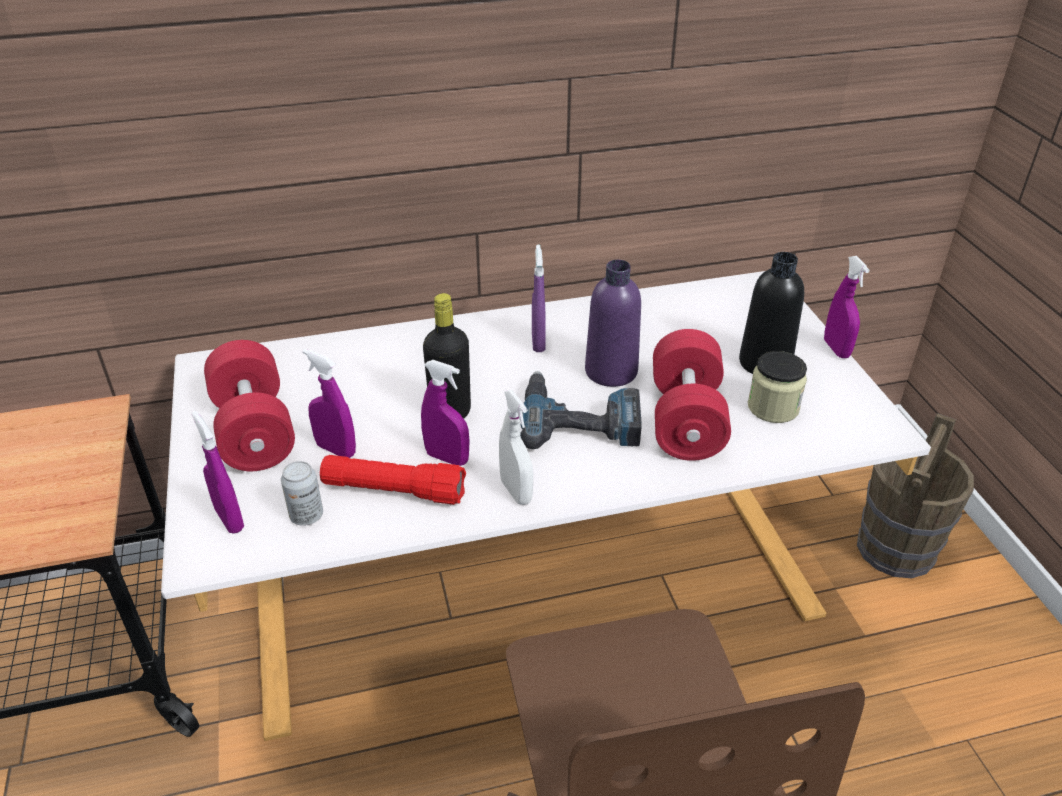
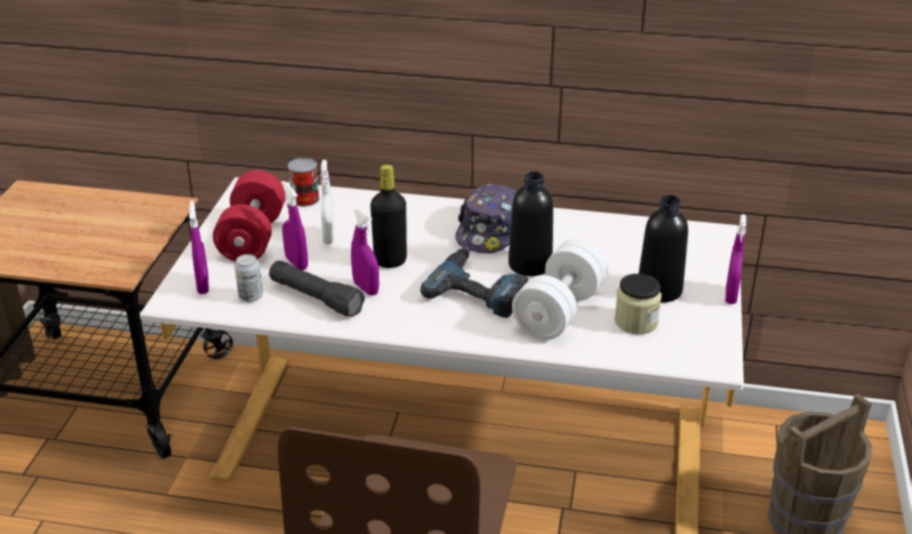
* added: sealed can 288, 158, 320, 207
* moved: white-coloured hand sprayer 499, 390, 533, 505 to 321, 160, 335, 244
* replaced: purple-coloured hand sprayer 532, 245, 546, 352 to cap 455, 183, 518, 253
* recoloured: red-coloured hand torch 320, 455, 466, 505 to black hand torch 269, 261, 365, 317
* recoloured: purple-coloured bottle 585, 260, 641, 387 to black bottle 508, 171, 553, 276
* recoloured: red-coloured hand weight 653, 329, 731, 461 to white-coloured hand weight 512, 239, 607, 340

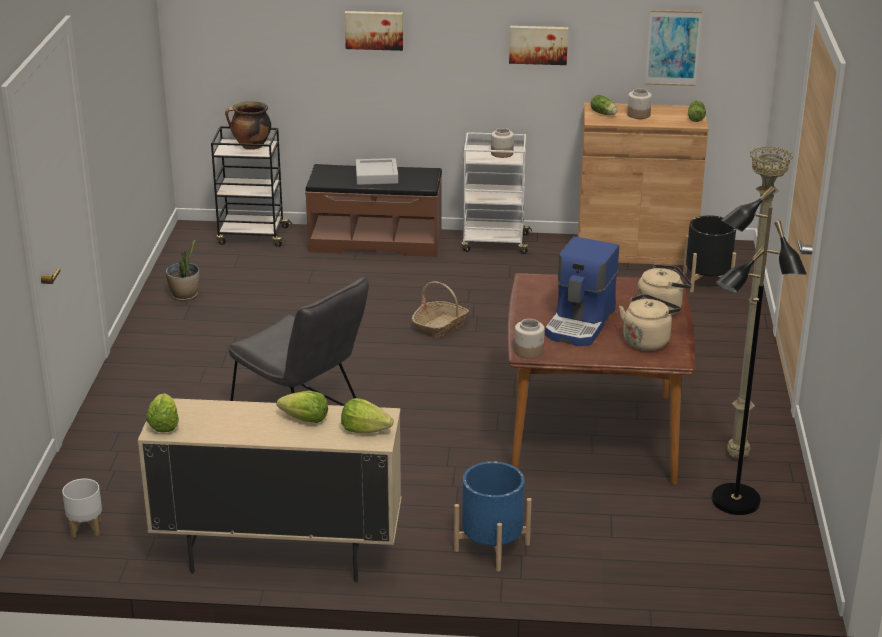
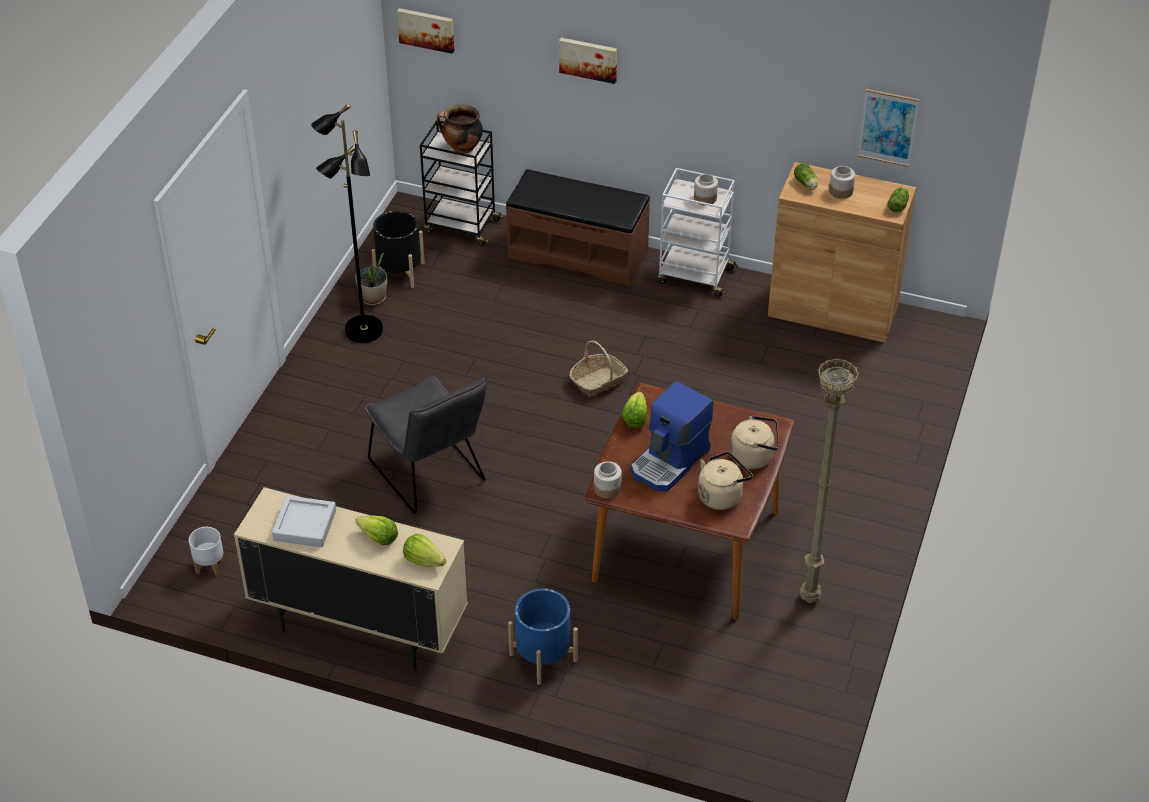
* moved: lettuce head 146, 393, 179, 433 to 622, 392, 648, 428
* moved: gray carrying tray 355, 158, 398, 185 to 272, 496, 336, 547
* moved: wall picture 509, 26, 568, 65 to 397, 8, 454, 54
* moved: black flower pot 683, 215, 736, 292 to 372, 211, 425, 288
* moved: black standing lamp 712, 186, 807, 515 to 311, 104, 383, 343

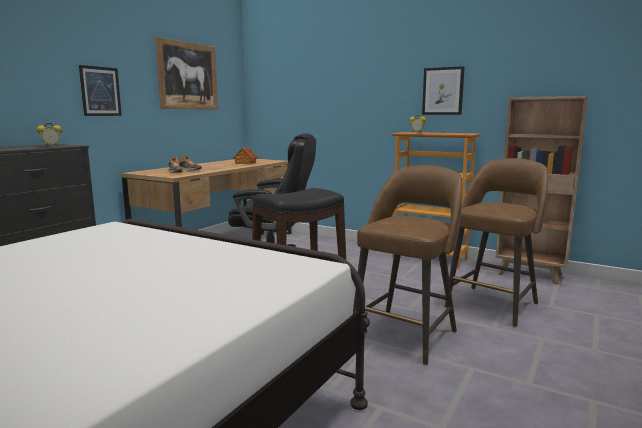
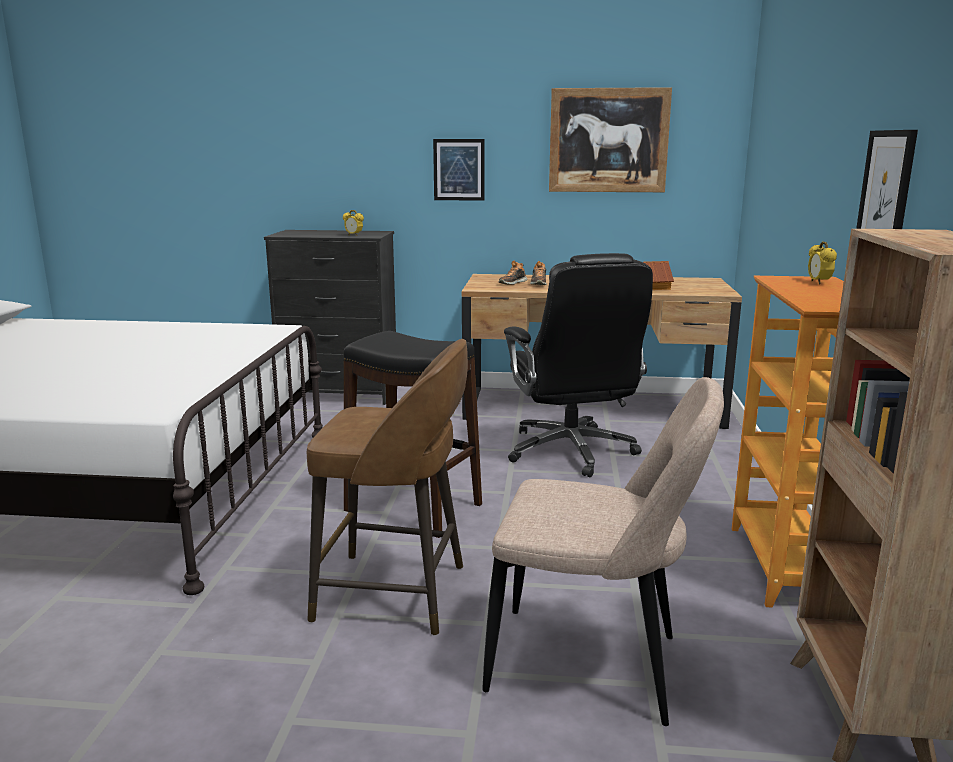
* replaced: brownish sitting stool 445, 158, 548, 327 to beige chair 482, 377, 724, 726

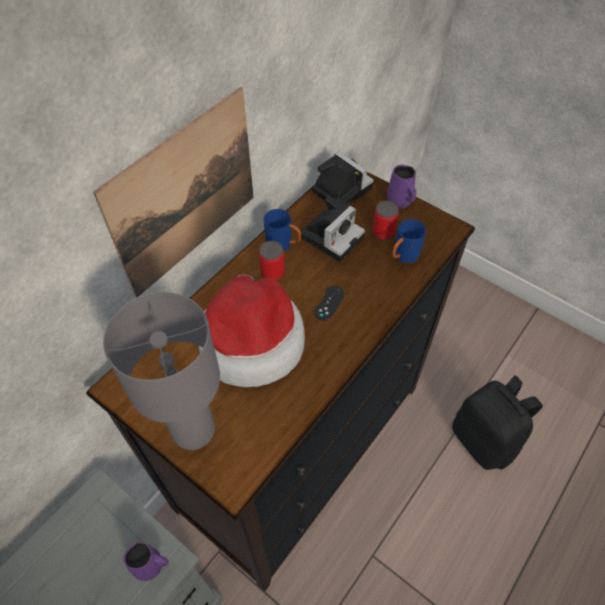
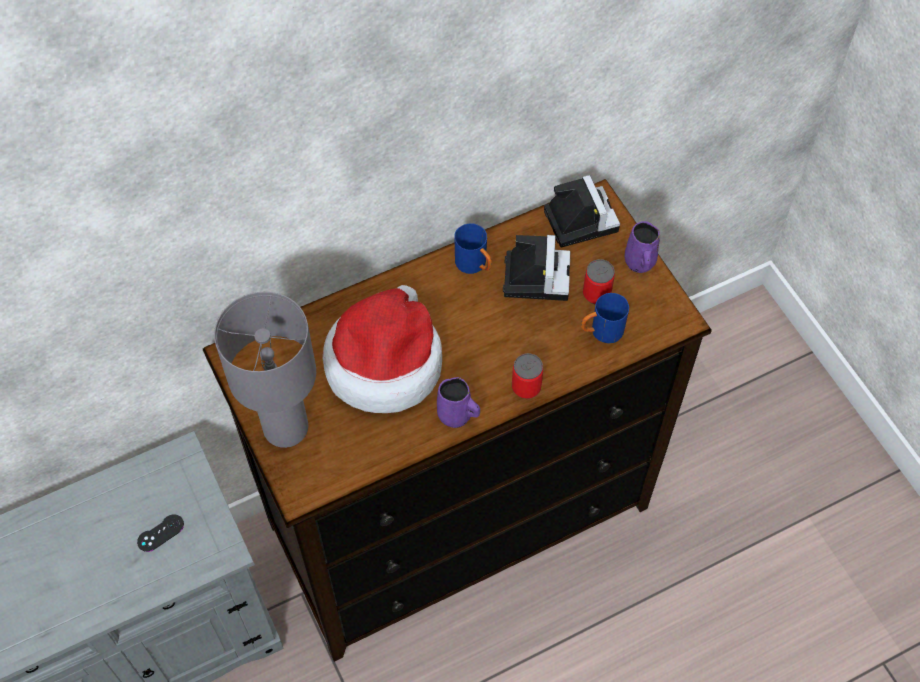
* removed: wall picture 93, 87, 254, 297
* removed: black backpack 452, 376, 543, 470
* moved: purple-coloured mug 124, 542, 169, 581 to 437, 377, 480, 428
* moved: sealed can 259, 241, 285, 281 to 512, 353, 543, 399
* moved: black game controller 314, 286, 344, 321 to 137, 514, 184, 552
* turned: photo camera 301, 196, 365, 262 = 503, 235, 570, 301 60 degrees counterclockwise

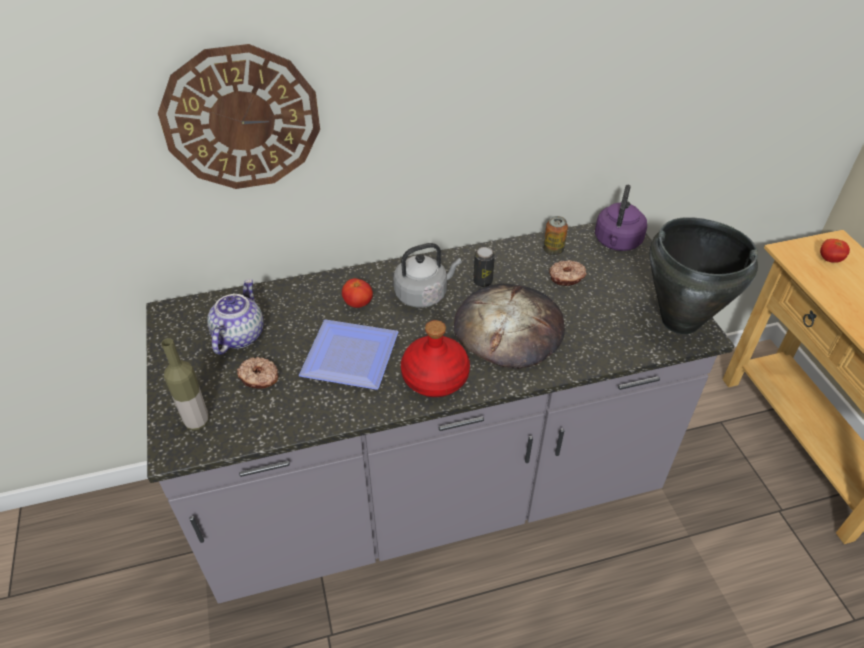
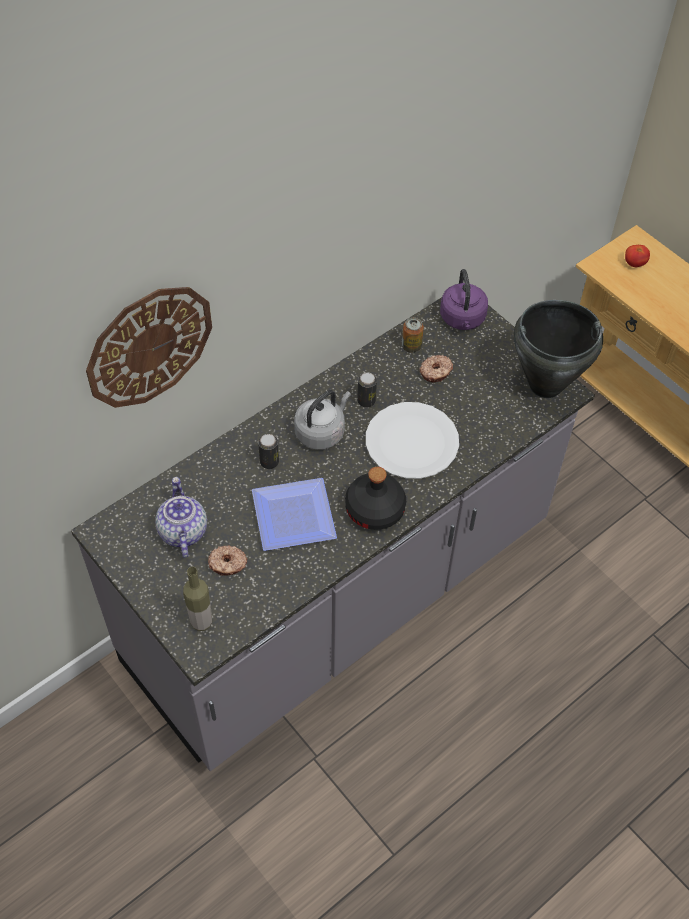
* replaced: whole tomato 342, 278, 373, 308 to sealed can 258, 434, 279, 469
* replaced: baked bread 454, 284, 565, 369 to white-coloured plate 366, 402, 459, 479
* recoloured: red-coloured bottle 401, 320, 470, 397 to black bottle 345, 467, 406, 530

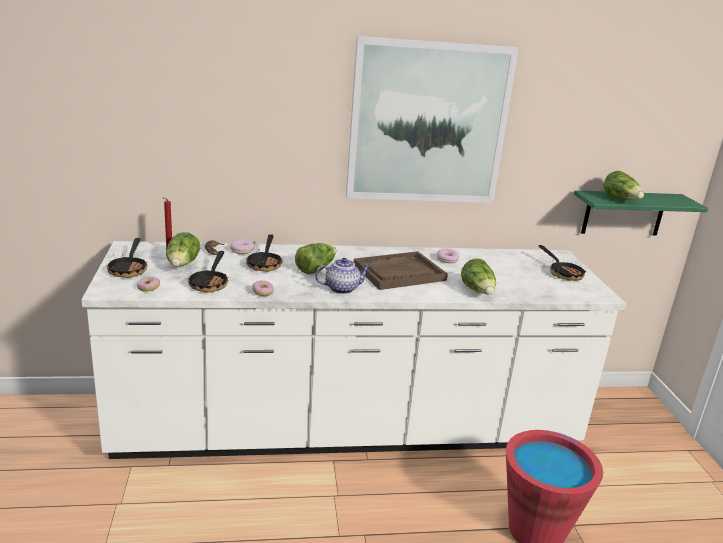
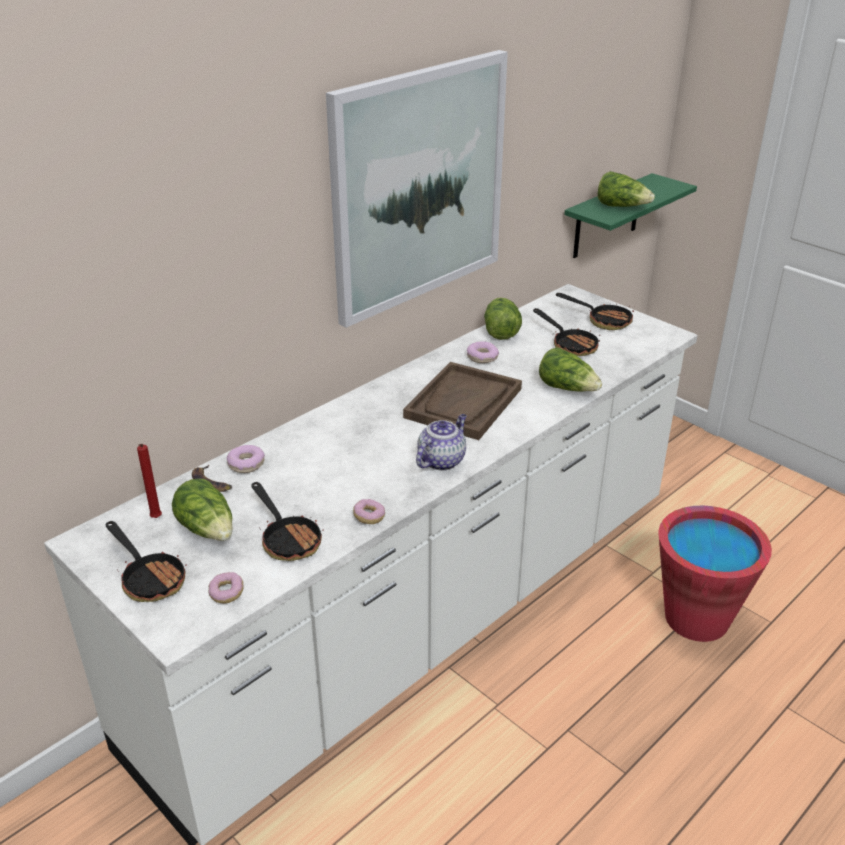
* moved: skillet 246, 234, 283, 272 to 533, 308, 600, 356
* moved: lettuce head 295, 243, 336, 274 to 484, 297, 522, 340

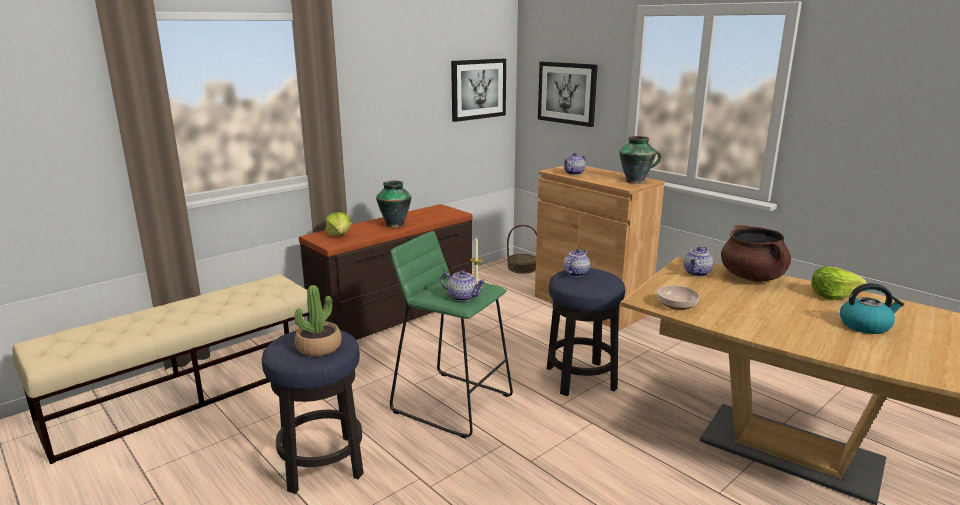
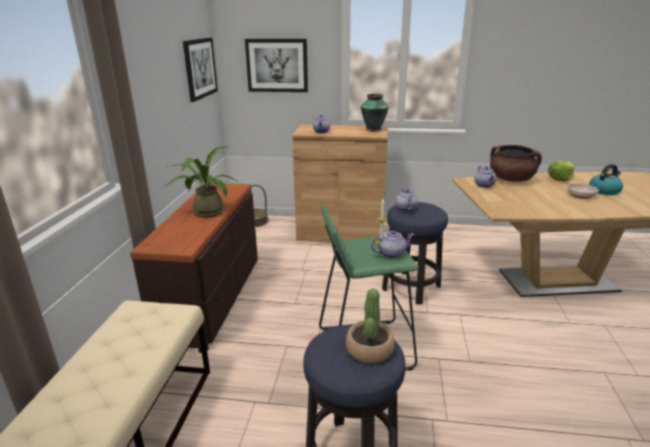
* removed: lettuce head 325, 212, 351, 236
* moved: deep dish 657, 286, 700, 310 to 567, 183, 599, 199
* replaced: decorative vase 376, 181, 412, 228 to plant in a pot 166, 147, 243, 218

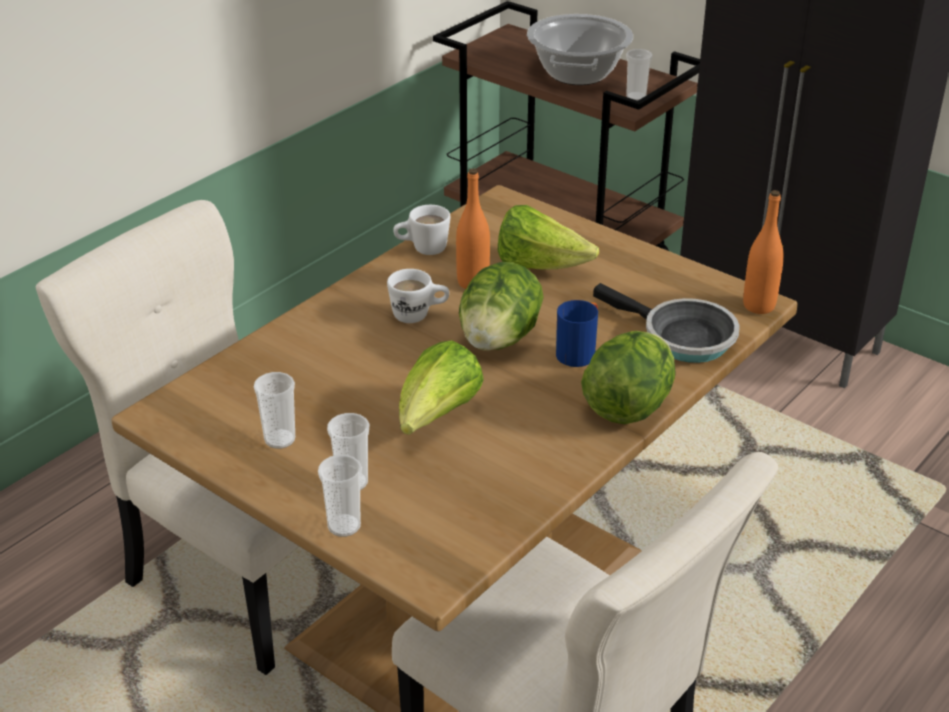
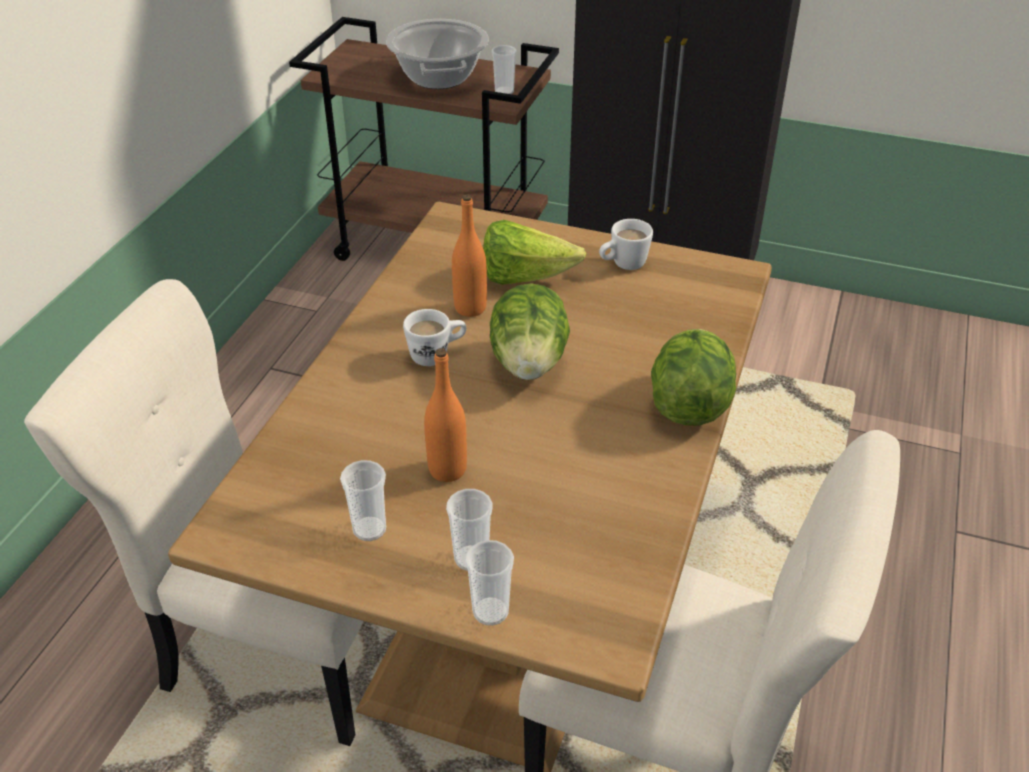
* removed: lettuce head 399, 340, 484, 435
* removed: blue mug 556, 300, 598, 367
* removed: skillet 593, 283, 740, 363
* moved: white-coloured mug 393, 205, 450, 255 to 599, 219, 653, 270
* moved: orangey bottle 743, 190, 784, 314 to 424, 348, 467, 482

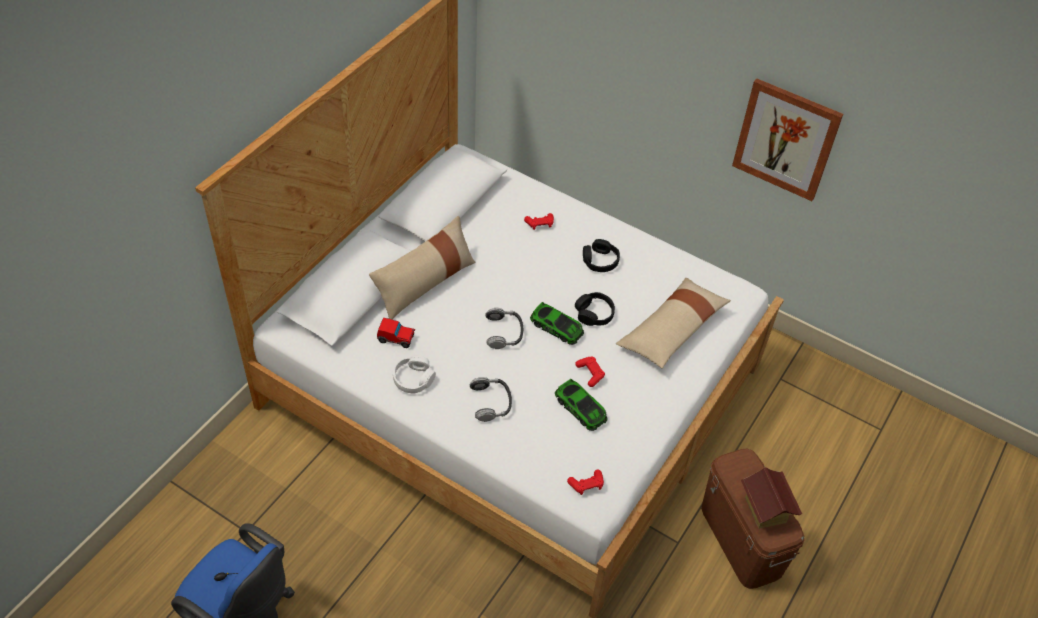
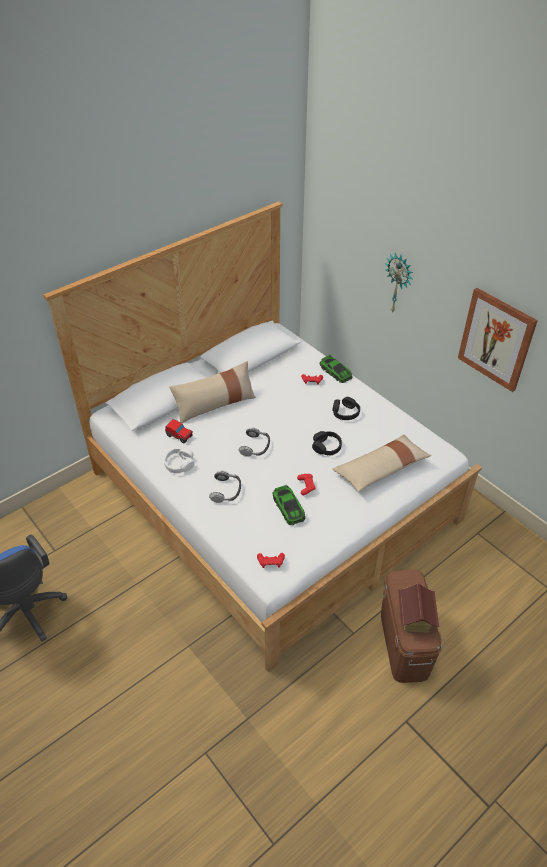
* added: wall clock 385, 253, 413, 313
* moved: miniature car 530, 302, 584, 345 to 319, 355, 352, 383

